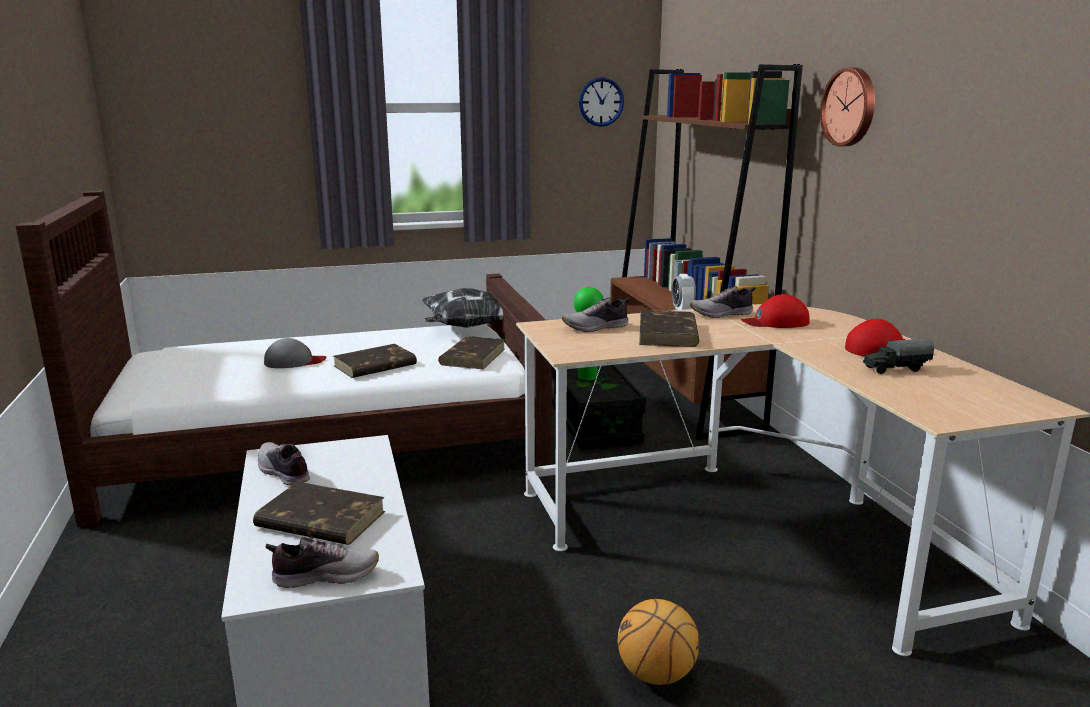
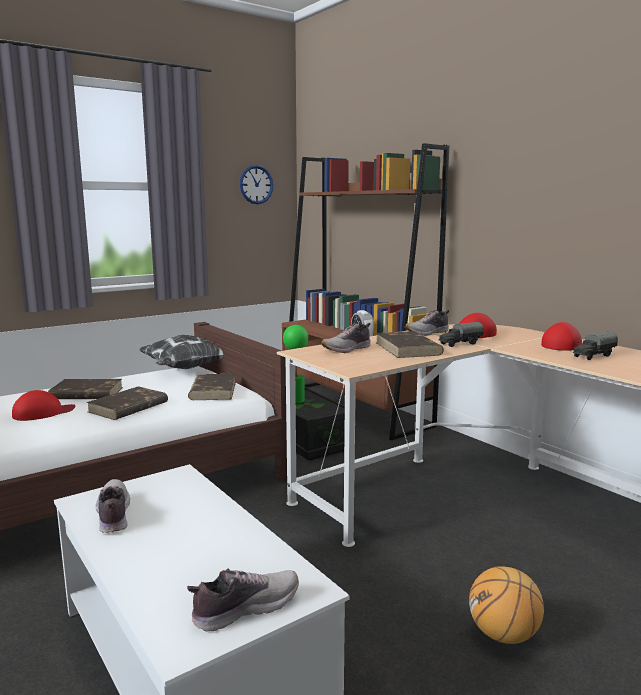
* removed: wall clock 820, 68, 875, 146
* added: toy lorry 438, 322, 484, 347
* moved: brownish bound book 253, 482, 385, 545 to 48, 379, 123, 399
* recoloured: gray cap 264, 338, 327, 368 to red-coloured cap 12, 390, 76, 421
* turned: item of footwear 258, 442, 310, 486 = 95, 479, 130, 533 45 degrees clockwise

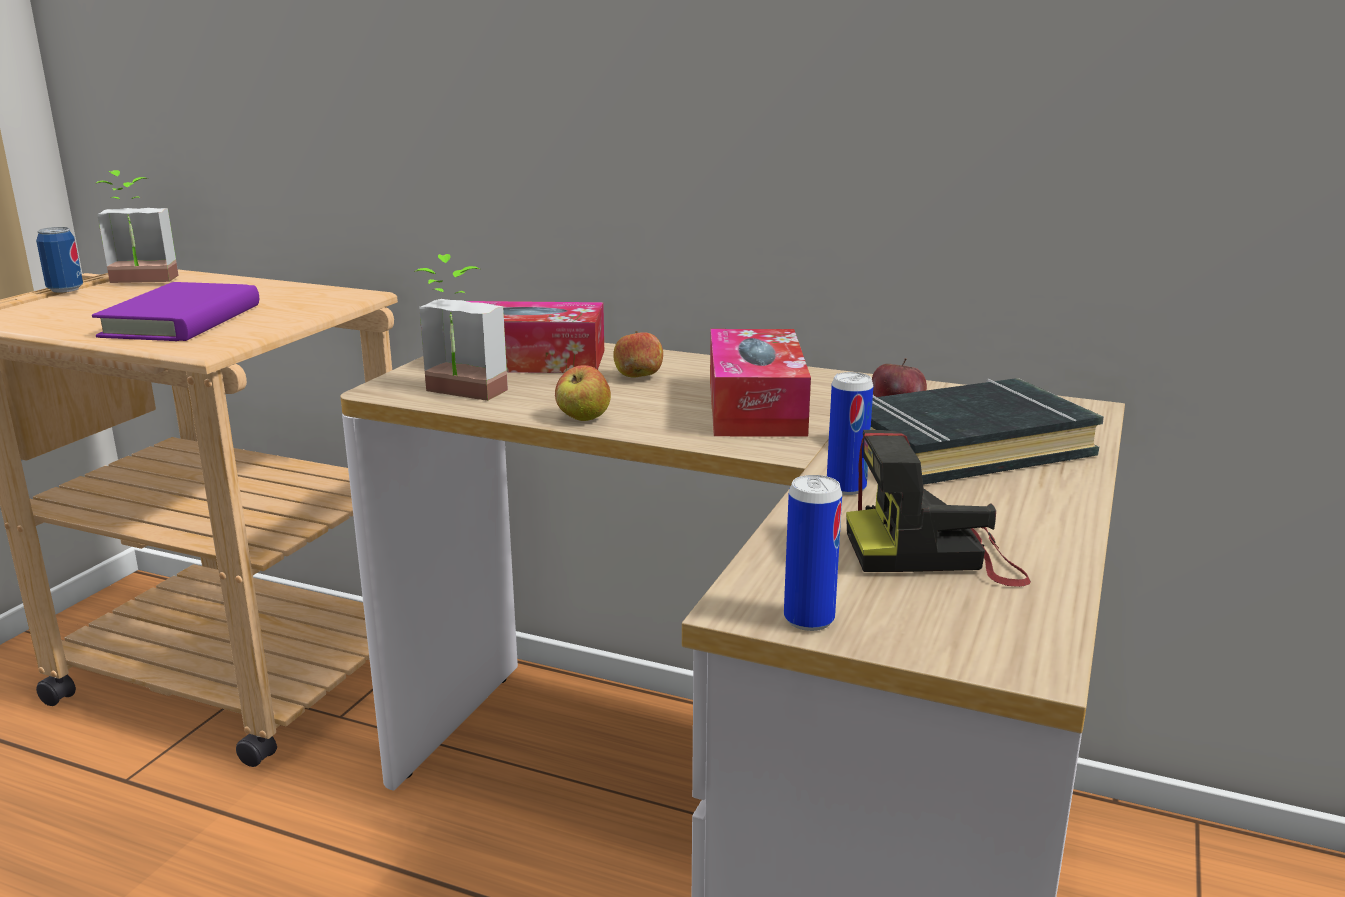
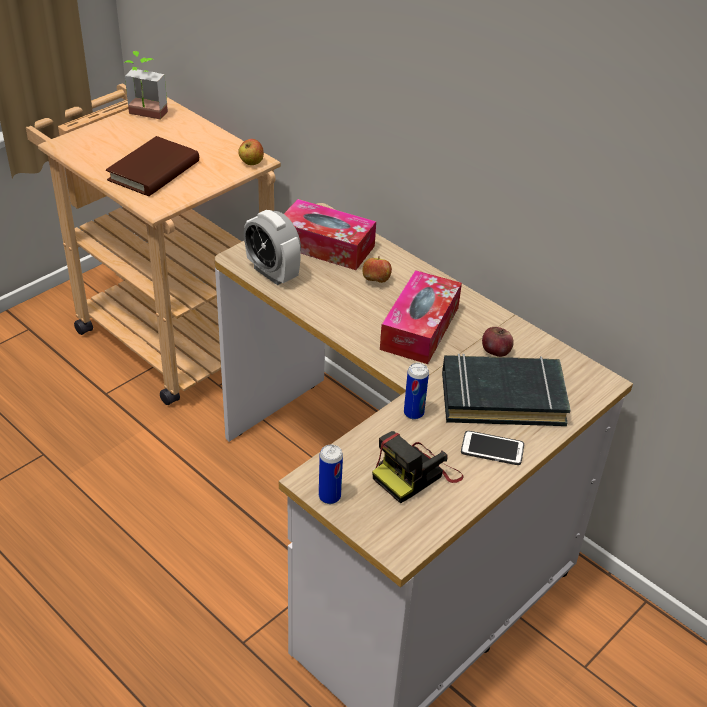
* removed: sealed can 36, 227, 83, 293
* added: telephone 461, 431, 524, 465
* moved: whole apple 555, 365, 611, 421 to 238, 139, 264, 165
* replaced: plant in a pot 414, 254, 508, 401 to table clock 244, 210, 301, 285
* recoloured: purple-coloured bound book 92, 282, 259, 341 to brownish bound book 106, 136, 199, 196
* turned: photo camera 846, 430, 1031, 587 = 372, 431, 463, 504 60 degrees counterclockwise

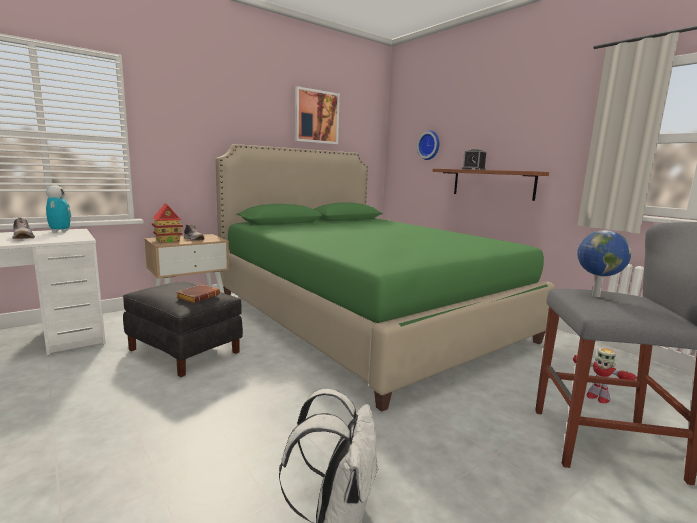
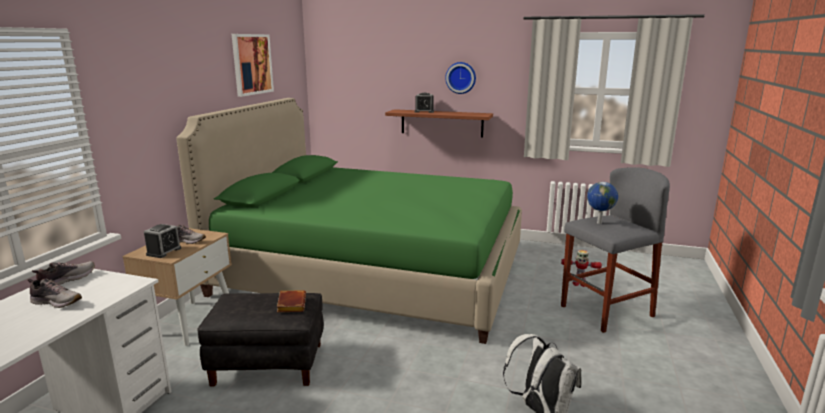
* moved: wall clock 417, 130, 439, 160 to 445, 62, 476, 94
* replaced: model robot 46, 185, 71, 233 to item of footwear 32, 261, 95, 285
* replaced: miniature house 152, 204, 183, 243 to table clock 144, 224, 181, 258

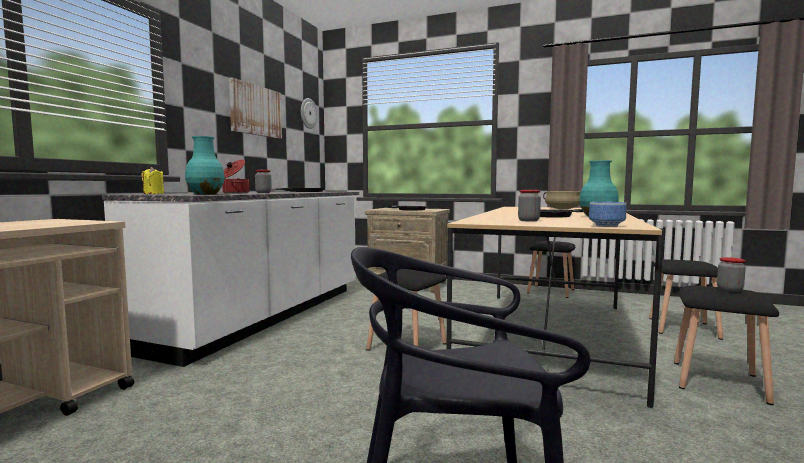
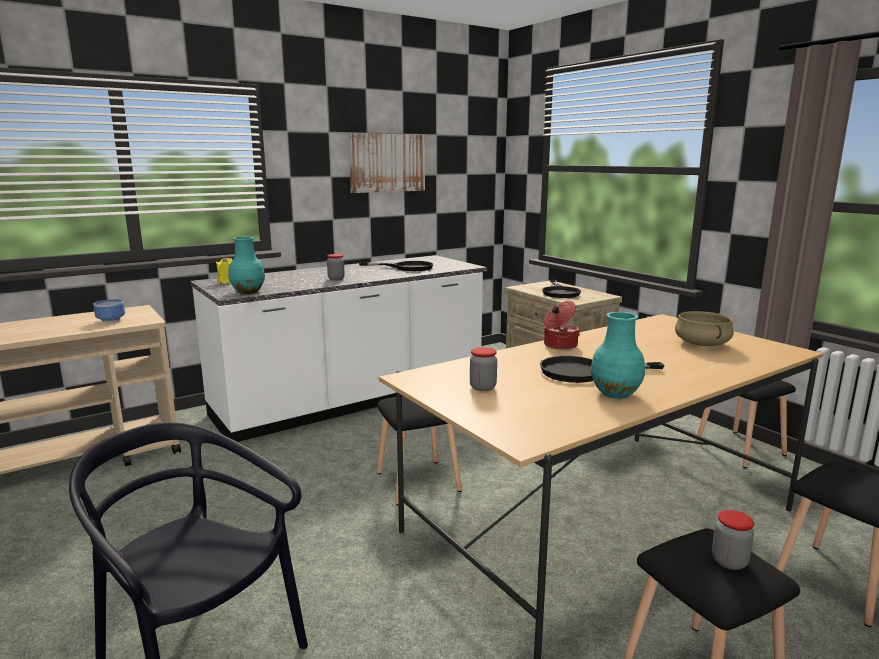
* removed: wall clock 301, 98, 318, 129
* moved: saucepot 222, 159, 250, 193 to 544, 301, 580, 350
* moved: deep dish 589, 202, 627, 227 to 93, 299, 125, 323

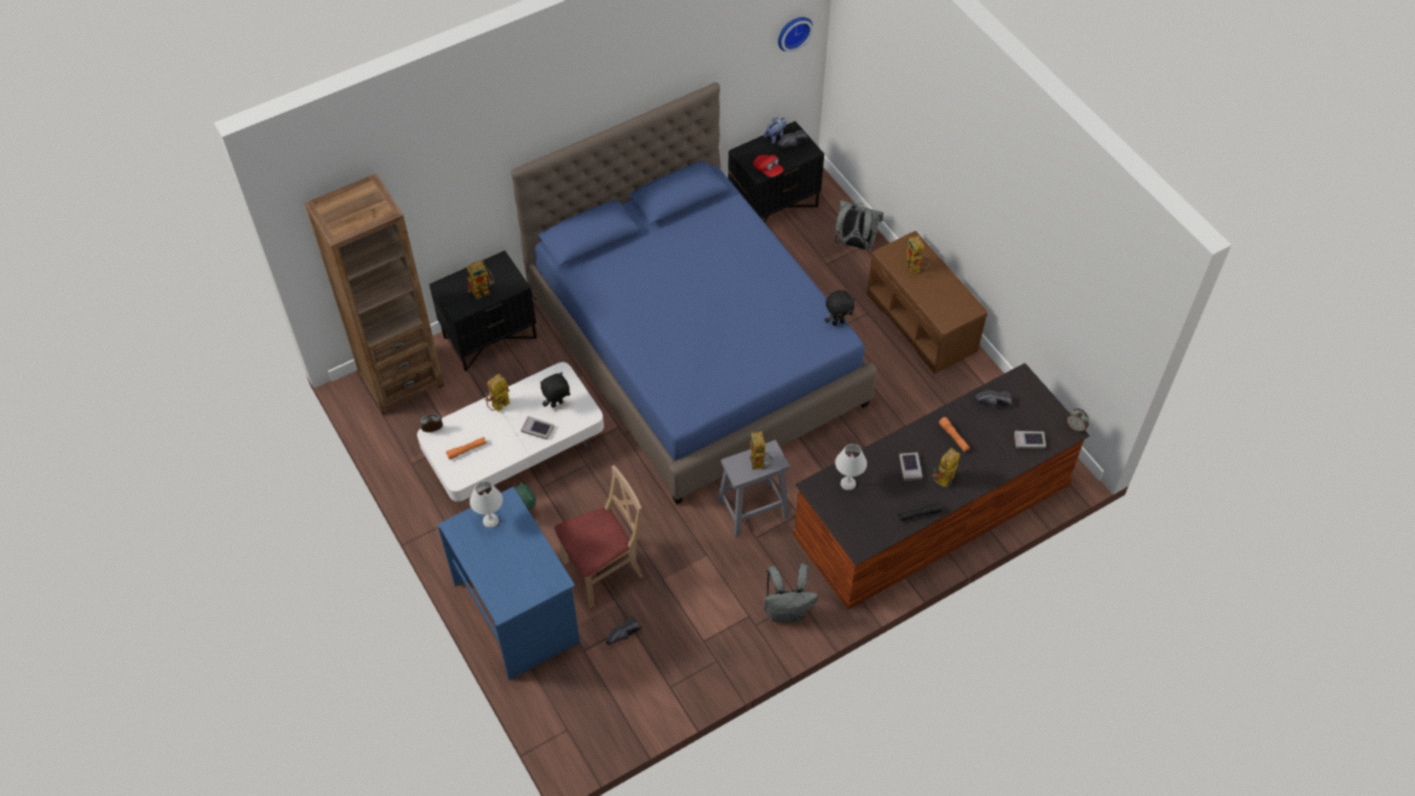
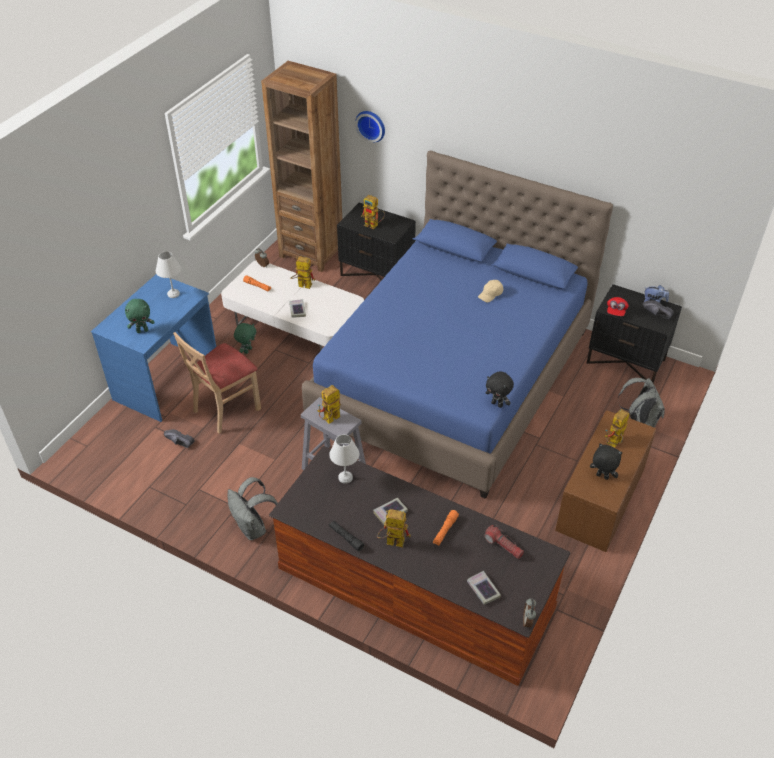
* added: green-coloured plush toy 125, 299, 155, 333
* added: beige cap 478, 280, 503, 303
* moved: black plush toy 540, 372, 570, 408 to 590, 443, 623, 480
* moved: wall clock 778, 17, 813, 52 to 355, 111, 385, 142
* replaced: black item of footwear 974, 390, 1012, 407 to hand torch 484, 524, 524, 559
* turned: beige chair 554, 465, 643, 608 = 173, 332, 261, 434 105 degrees clockwise

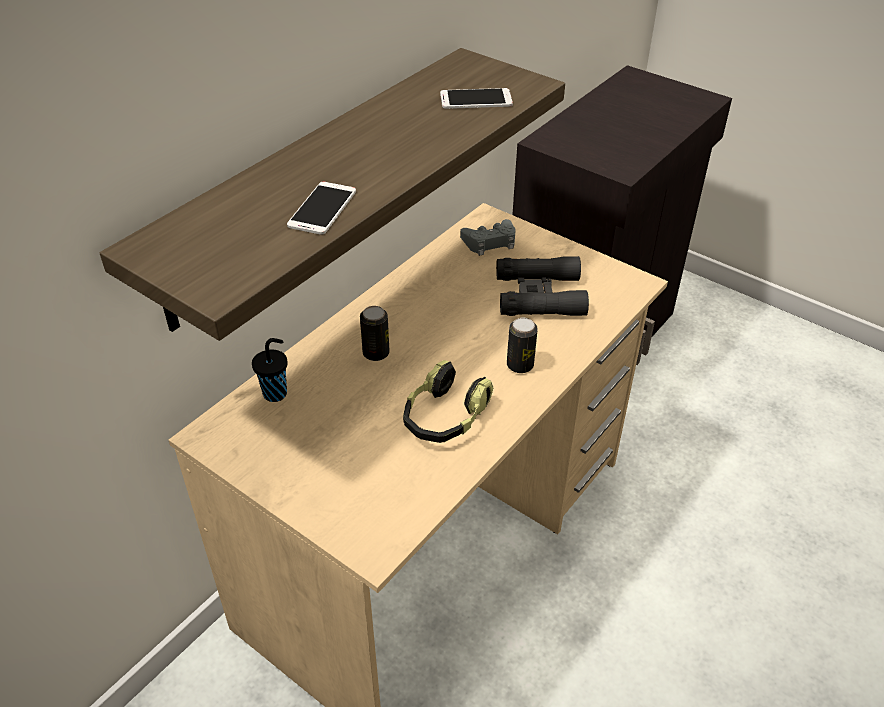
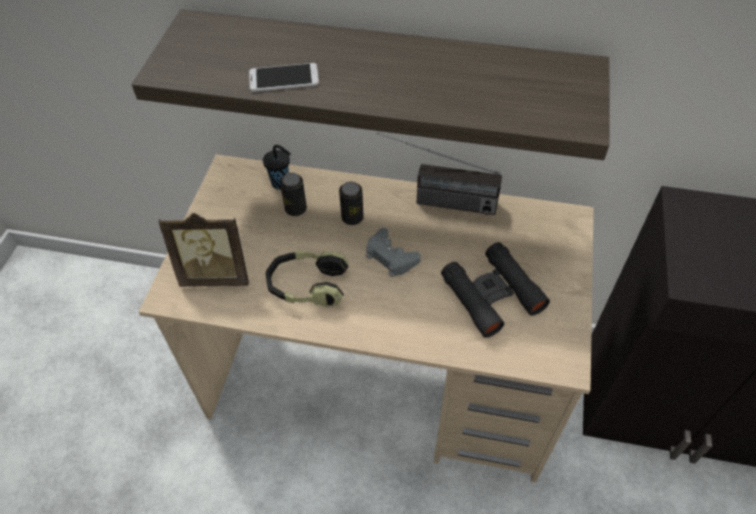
* removed: telephone 440, 88, 513, 109
* added: standing frame 159, 213, 249, 287
* added: radio receiver 377, 132, 502, 215
* moved: gray game controller 460, 219, 516, 256 to 366, 228, 421, 278
* moved: sealed can 507, 318, 538, 373 to 280, 173, 307, 216

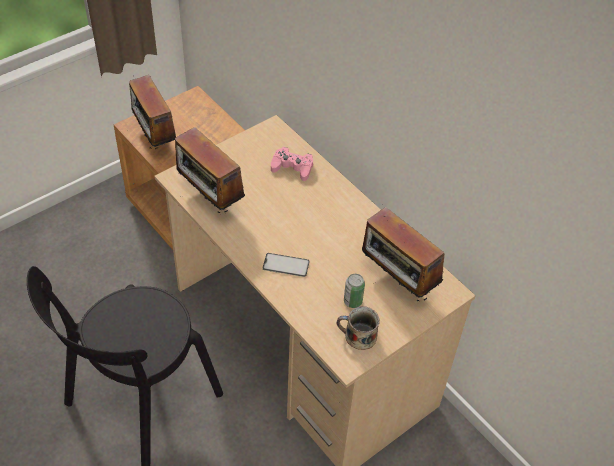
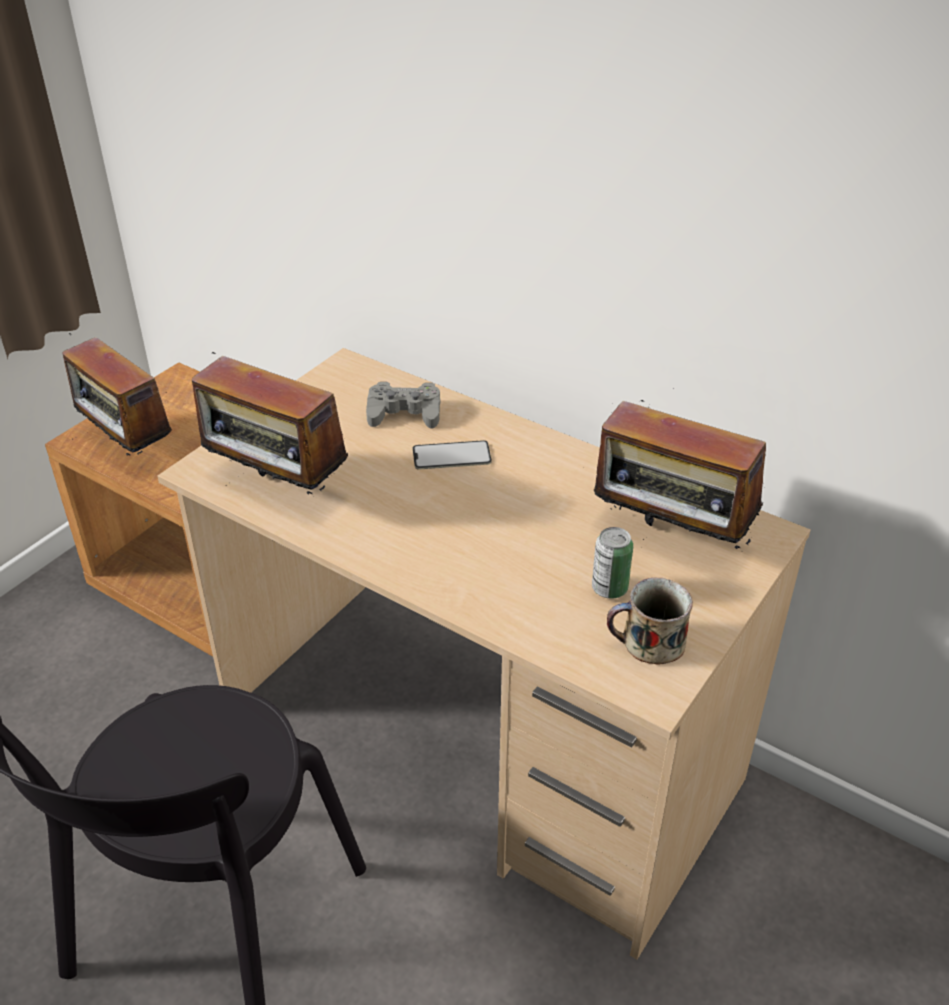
* moved: telephone 263, 253, 310, 277 to 413, 440, 492, 469
* recoloured: pink game controller 271, 147, 313, 181 to gray game controller 366, 382, 440, 429

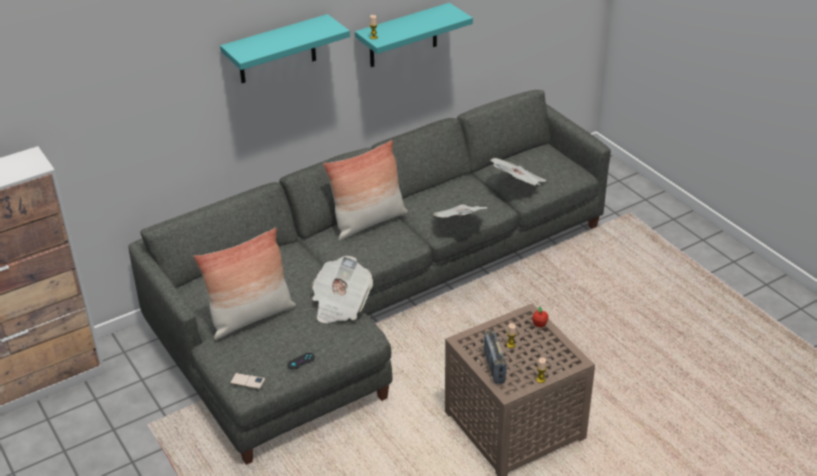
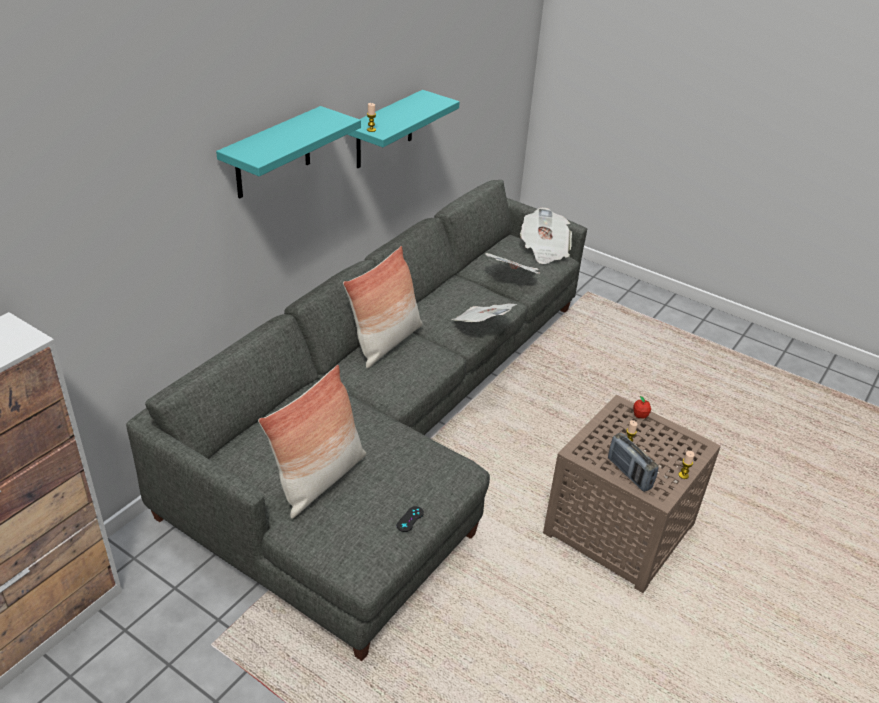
* removed: telephone 230, 373, 265, 389
* moved: newspaper 312, 256, 373, 323 to 520, 208, 572, 264

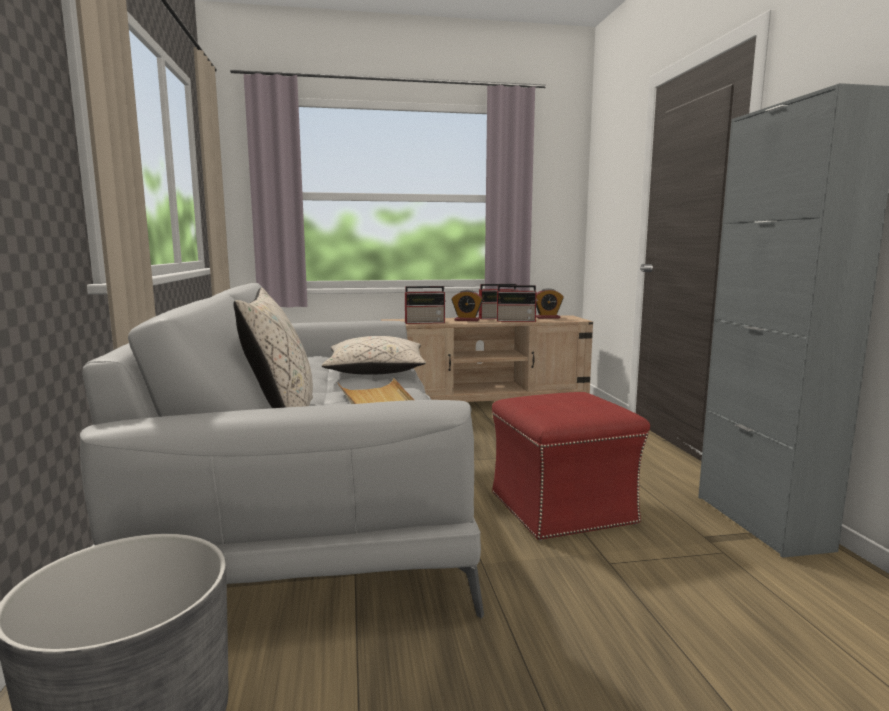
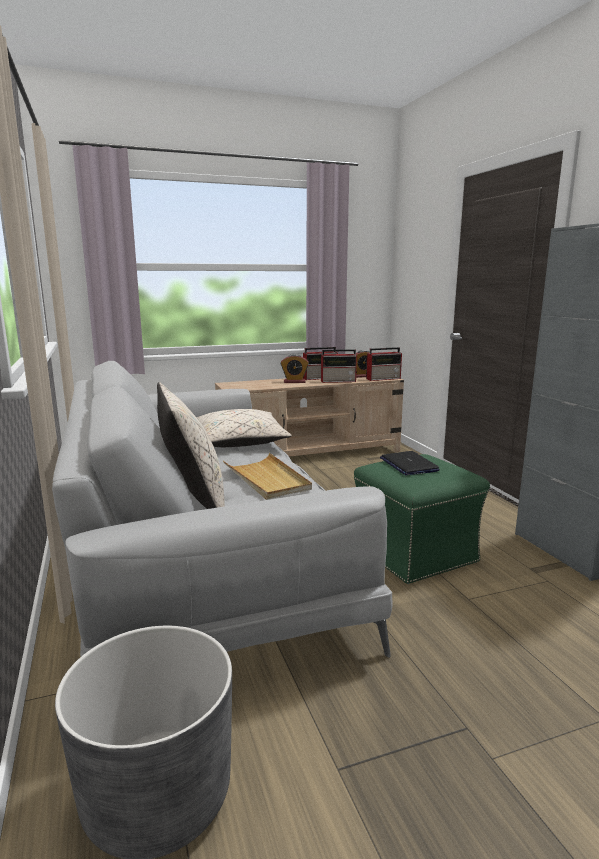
* added: laptop 380, 451, 440, 475
* moved: radio receiver 405, 286, 446, 324 to 366, 347, 402, 381
* recoloured: red-coloured ottoman 492, 392, 650, 540 to green-coloured ottoman 354, 454, 490, 584

